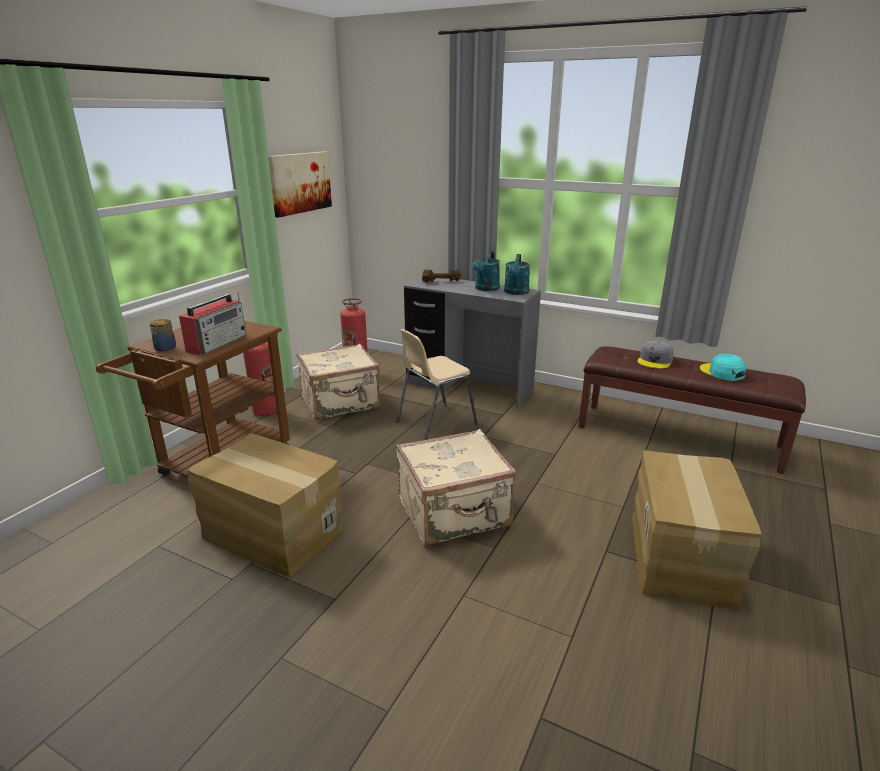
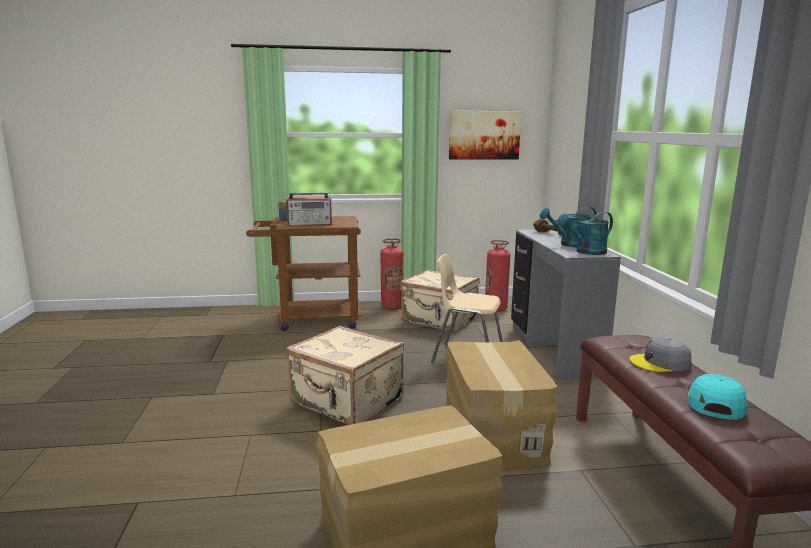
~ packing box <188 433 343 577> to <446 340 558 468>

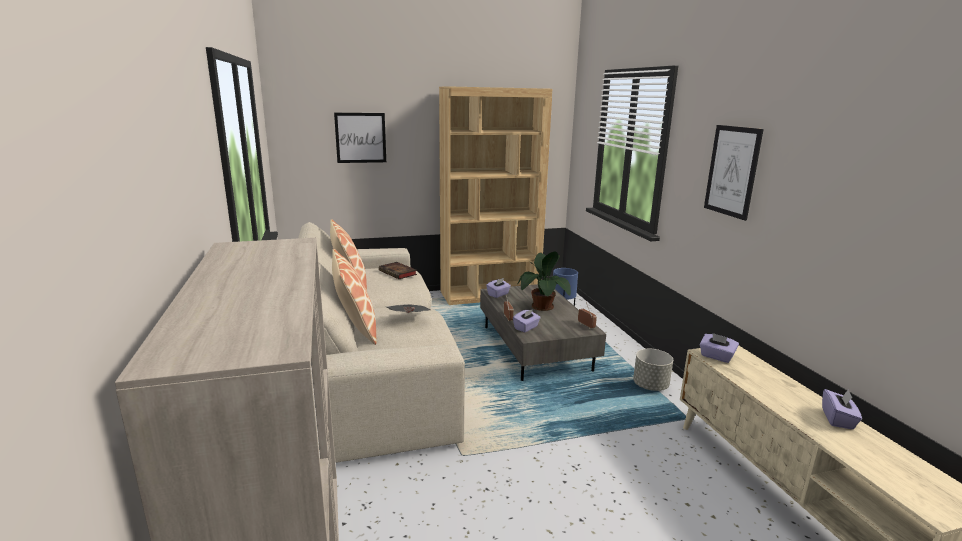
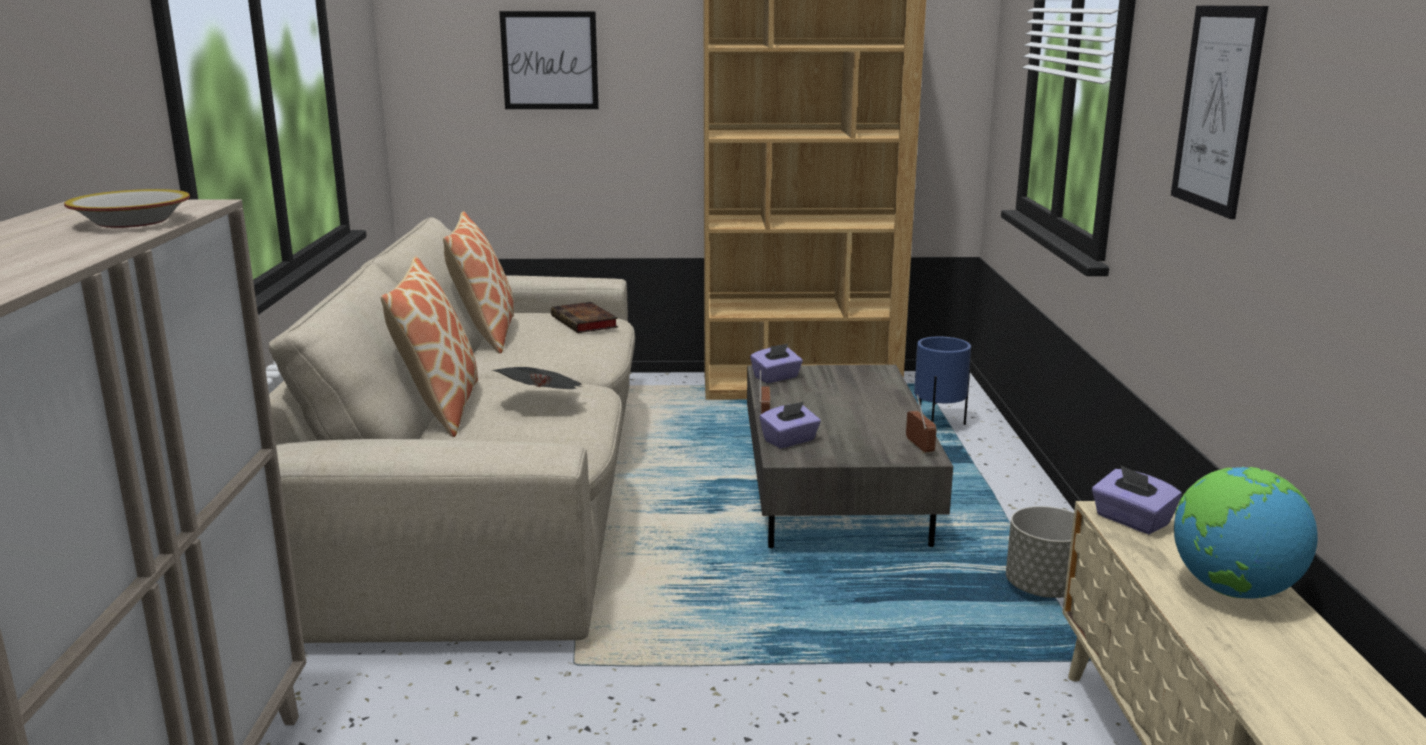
- houseplant <517 252 571 311>
- purplish box of tissues <822 389 862 429>
+ serving bowl <64 189 190 228>
+ desk globe <1174 467 1318 598>

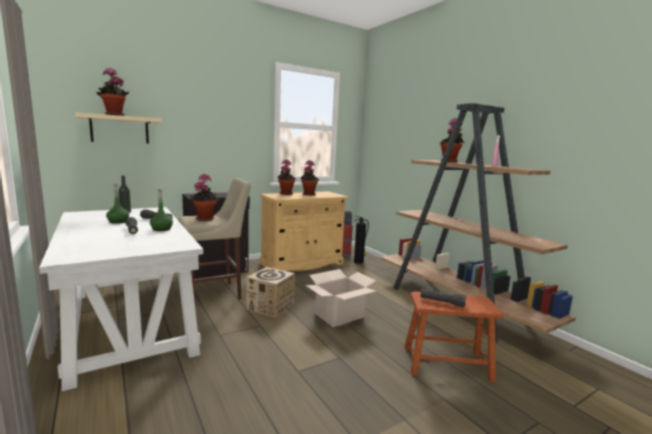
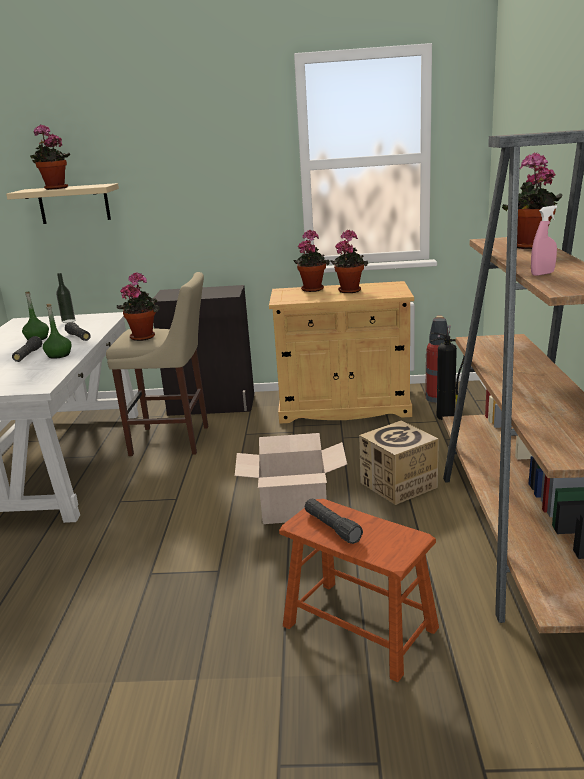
~ packing box <246 267 295 318> to <359 420 439 505>

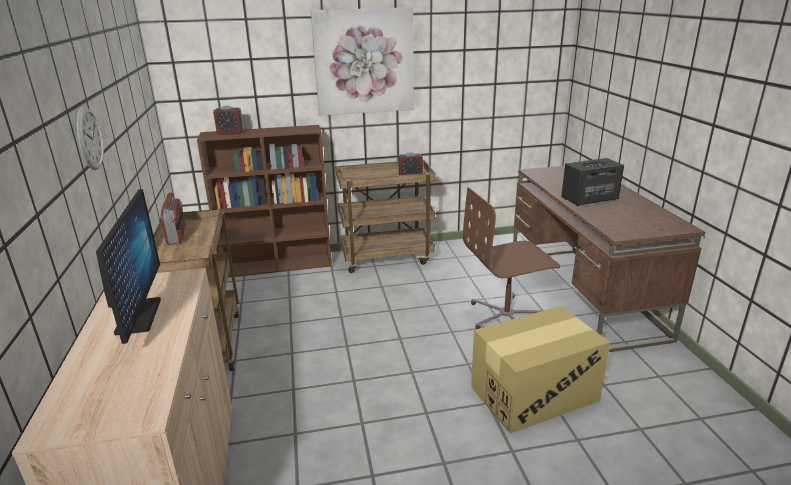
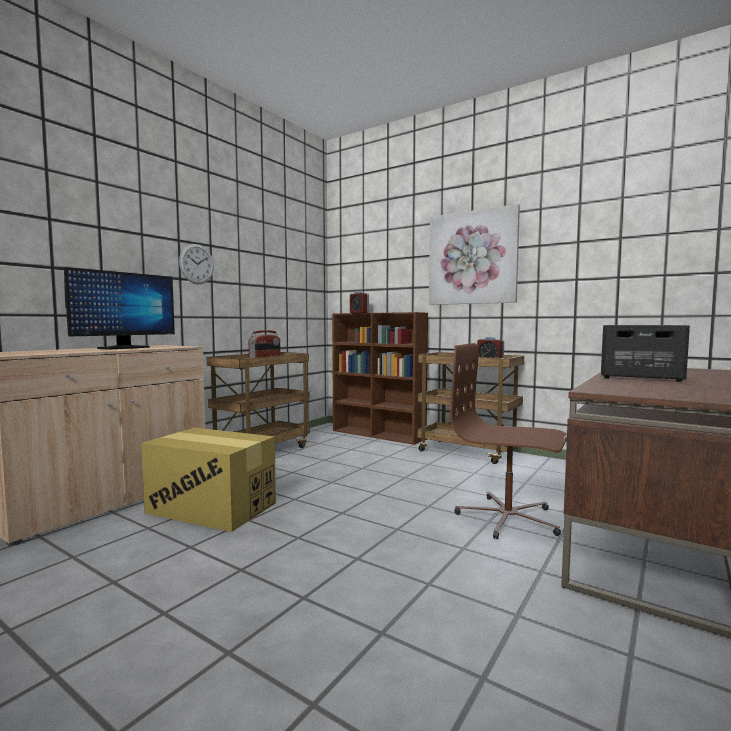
~ packing box <471 306 610 434> to <141 428 276 532>

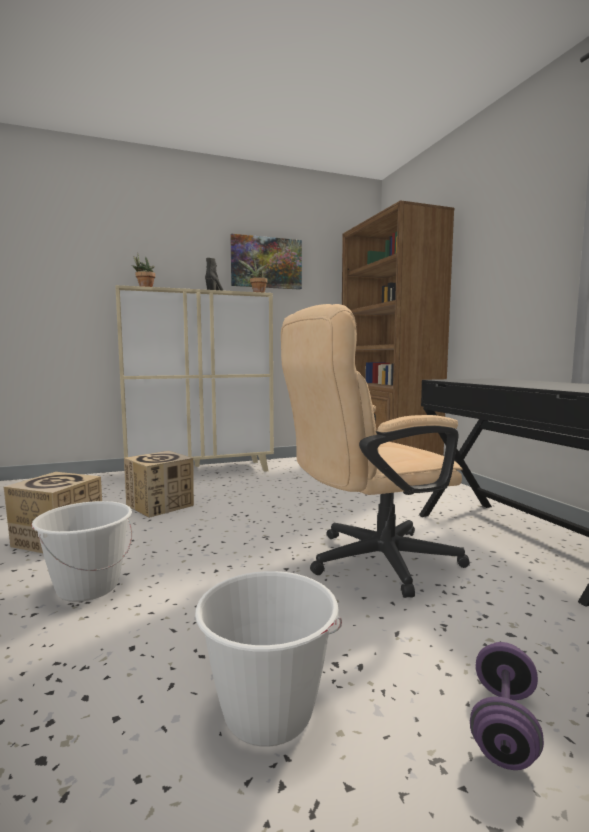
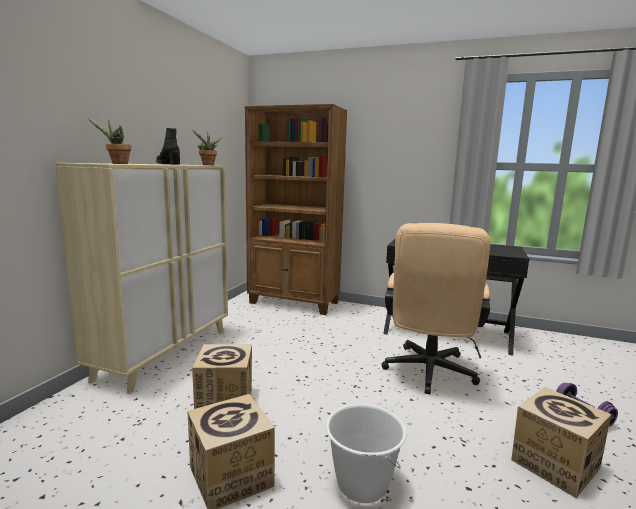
~ white-coloured water bucket <195 571 342 747> to packing box <511 387 611 498>
- picture <230 234 302 290>

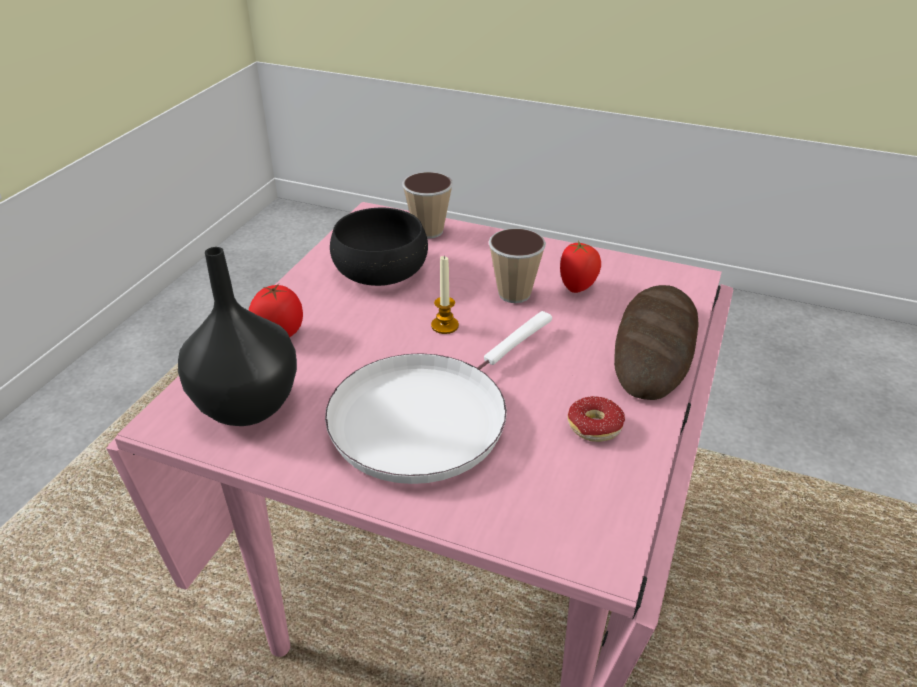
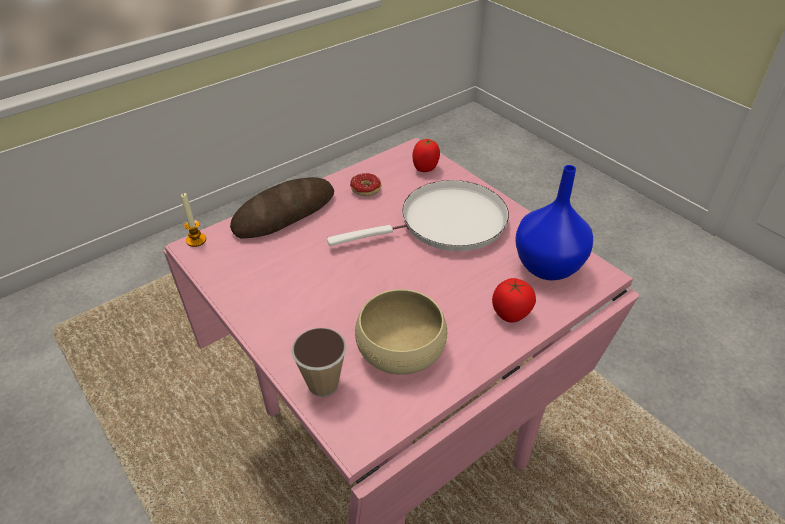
~ black-coloured vase <178 247 297 426> to blue vase <515 165 593 281>
~ black-coloured serving bowl <330 208 428 286> to beige-coloured serving bowl <355 289 447 375>
~ wax light <431 256 459 334> to <181 193 206 247>
- drinking cup <489 228 546 303>
~ whole tomato <560 241 601 293> to <413 139 440 172>

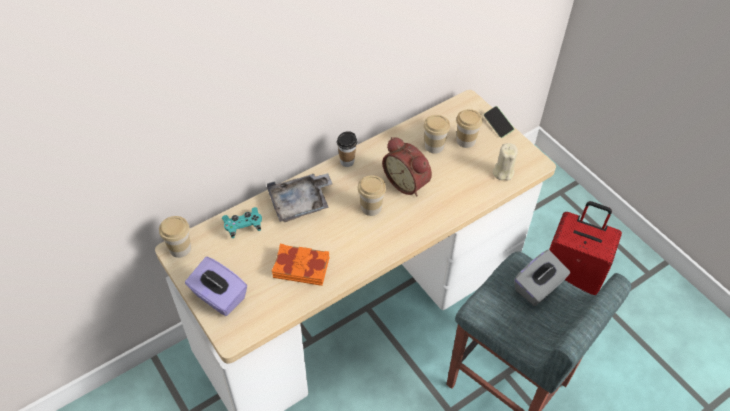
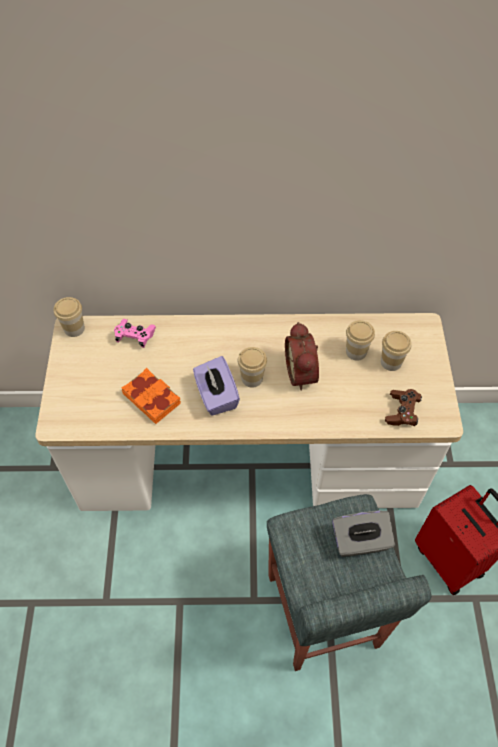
~ purplish box of tissues <185 257 247 316> to <193 356 240 416>
~ turquoise gamepad <222 207 262 238> to pink-coloured gamepad <114 319 156 348>
- gray serving tray <267 173 333 222>
- drinking cup <337 131 357 167>
- phone <484 106 514 138>
~ beige-coloured wax light <493 143 518 180> to brown-coloured gamepad <385 389 422 426>

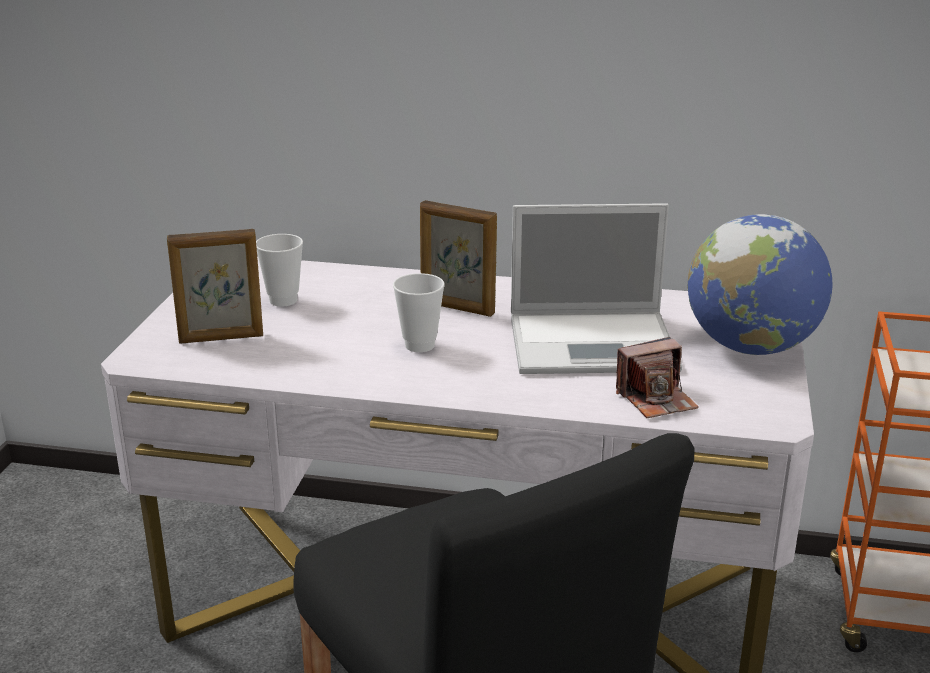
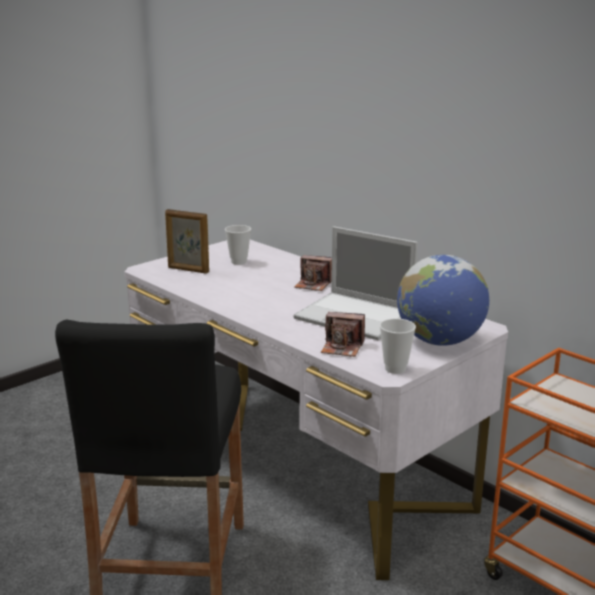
~ drinking cup <393 273 445 352> to <380 318 416 374>
~ photo frame <420 200 497 317> to photo camera <294 255 332 291>

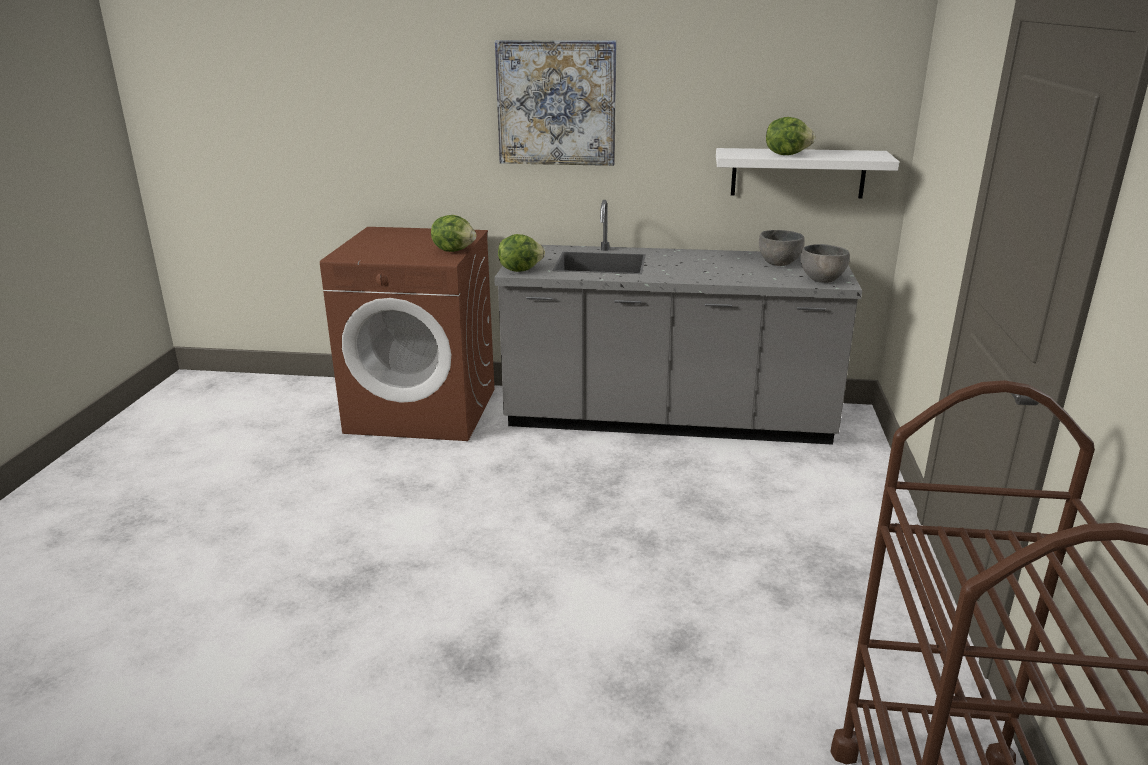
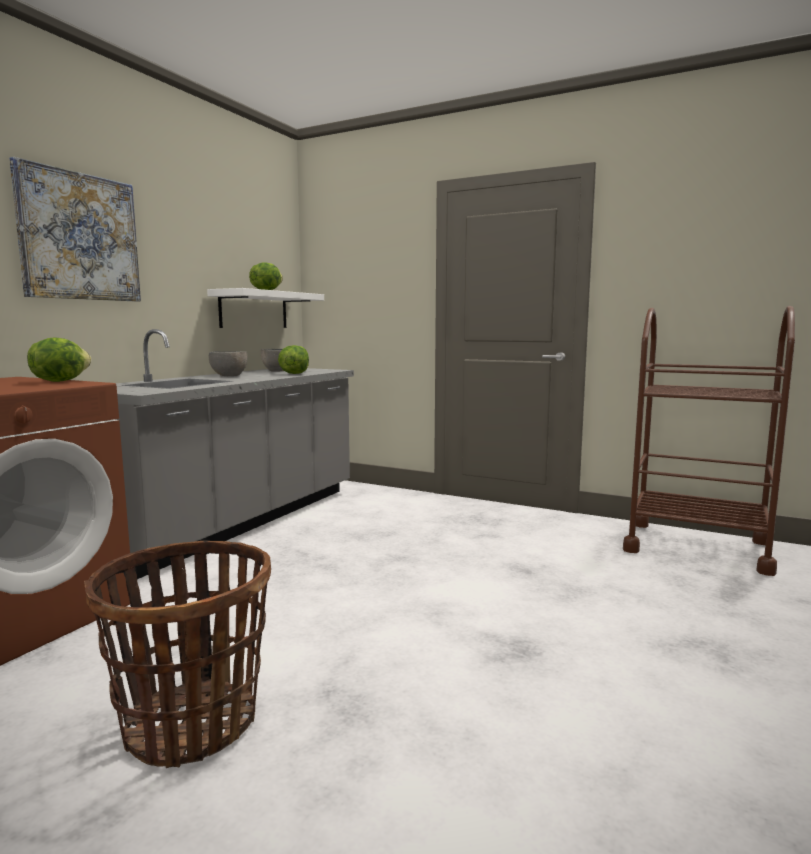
~ head of lettuce <498 234 545 272> to <278 345 309 374>
~ gray serving bowl <801 244 850 283> to <209 351 247 376>
+ storage basket <84 541 271 768>

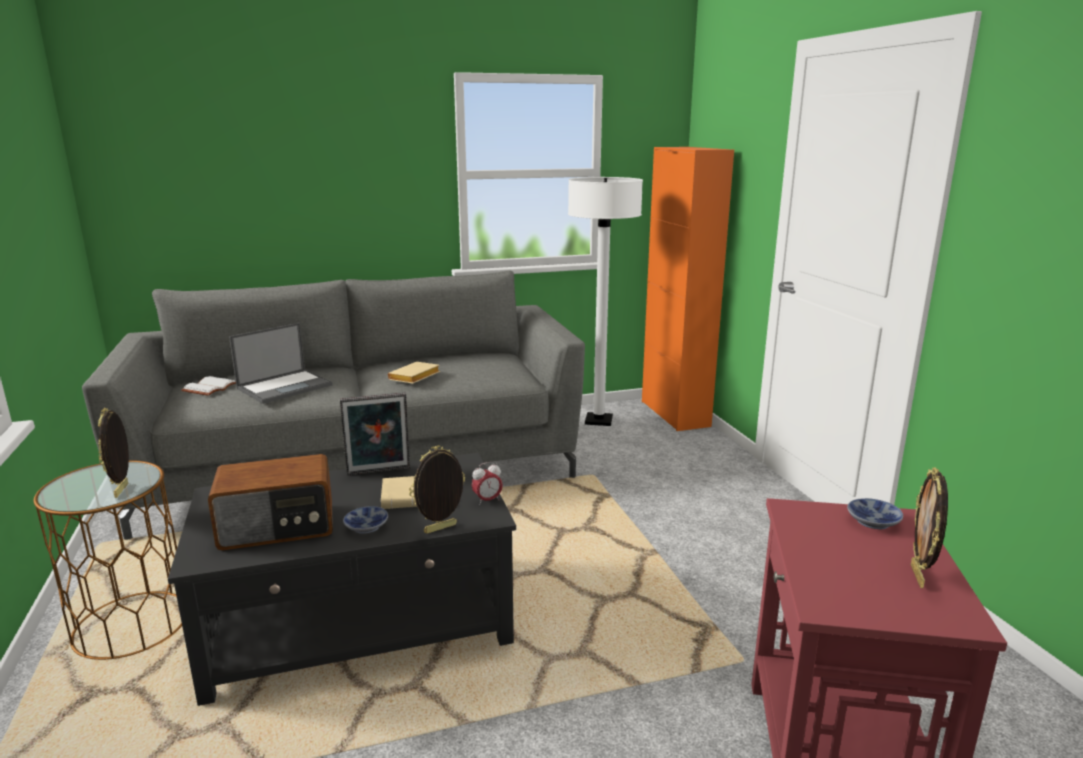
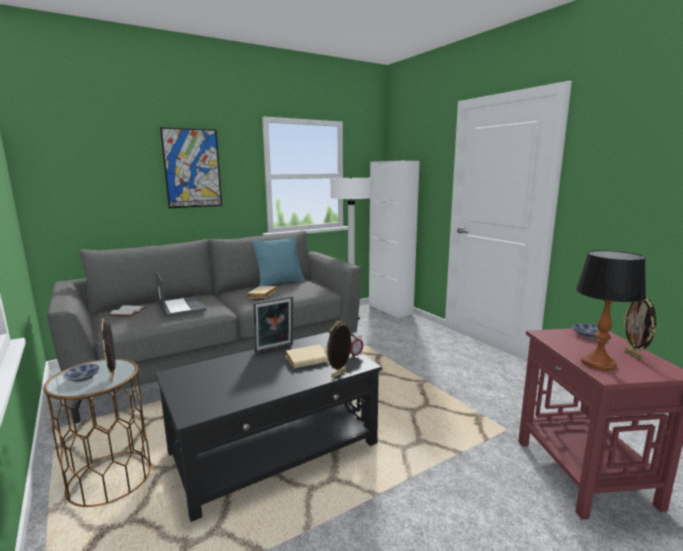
- radio <208 454 333 550>
~ notebook computer <229 323 332 404> = <155 270 206 317> 60 degrees counterclockwise
~ serving bowl <343 506 388 534> to <64 364 99 382>
~ orange storage cabinet <642 147 734 431> to white-coloured storage cabinet <369 161 420 318>
+ picture <160 127 222 208>
+ turquoise throw pillow <251 236 305 286>
+ table lamp <576 250 646 370>

